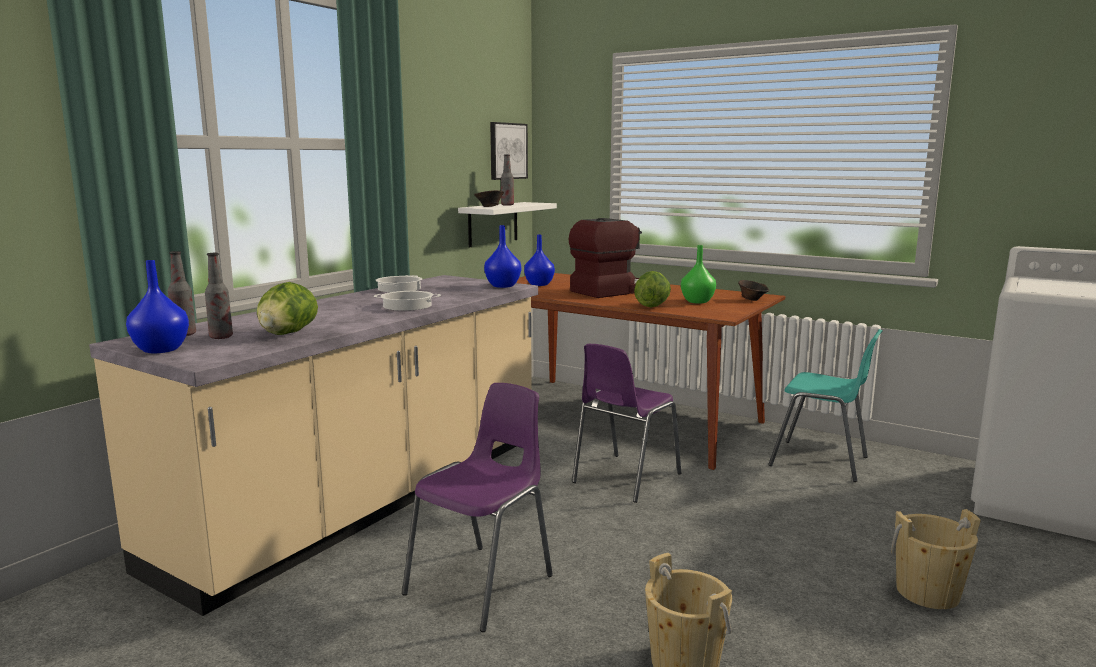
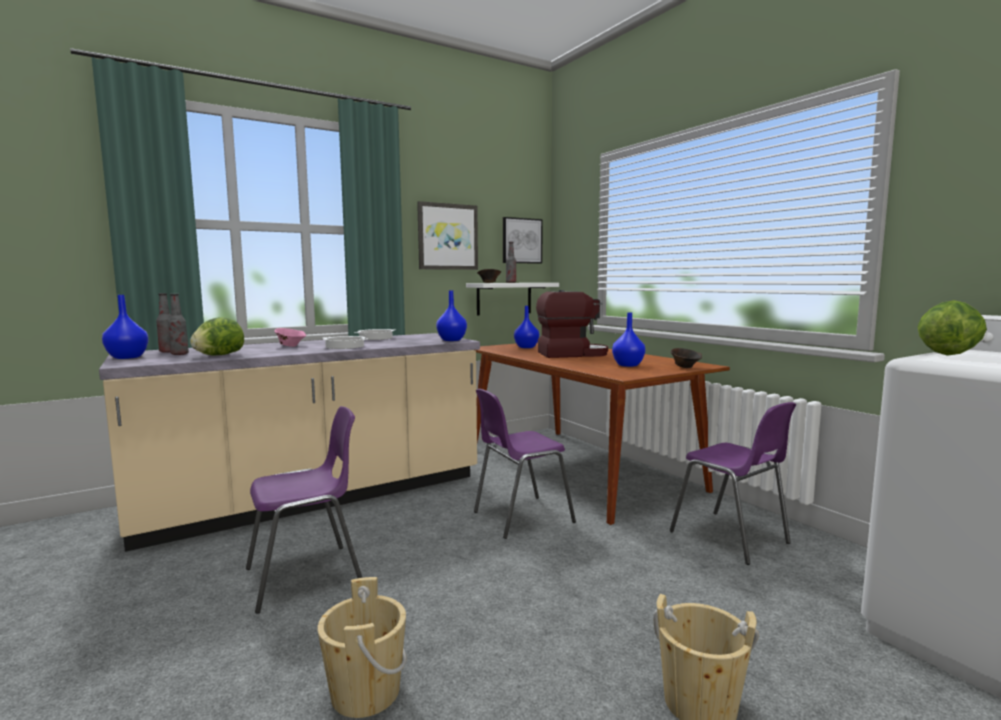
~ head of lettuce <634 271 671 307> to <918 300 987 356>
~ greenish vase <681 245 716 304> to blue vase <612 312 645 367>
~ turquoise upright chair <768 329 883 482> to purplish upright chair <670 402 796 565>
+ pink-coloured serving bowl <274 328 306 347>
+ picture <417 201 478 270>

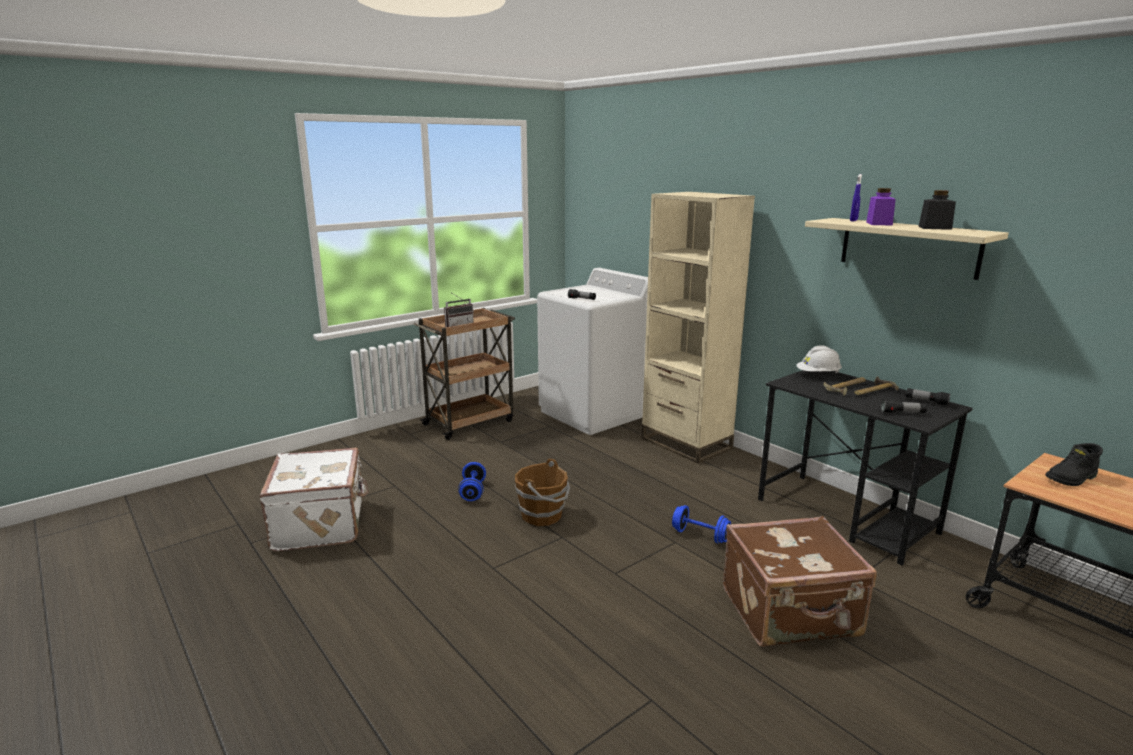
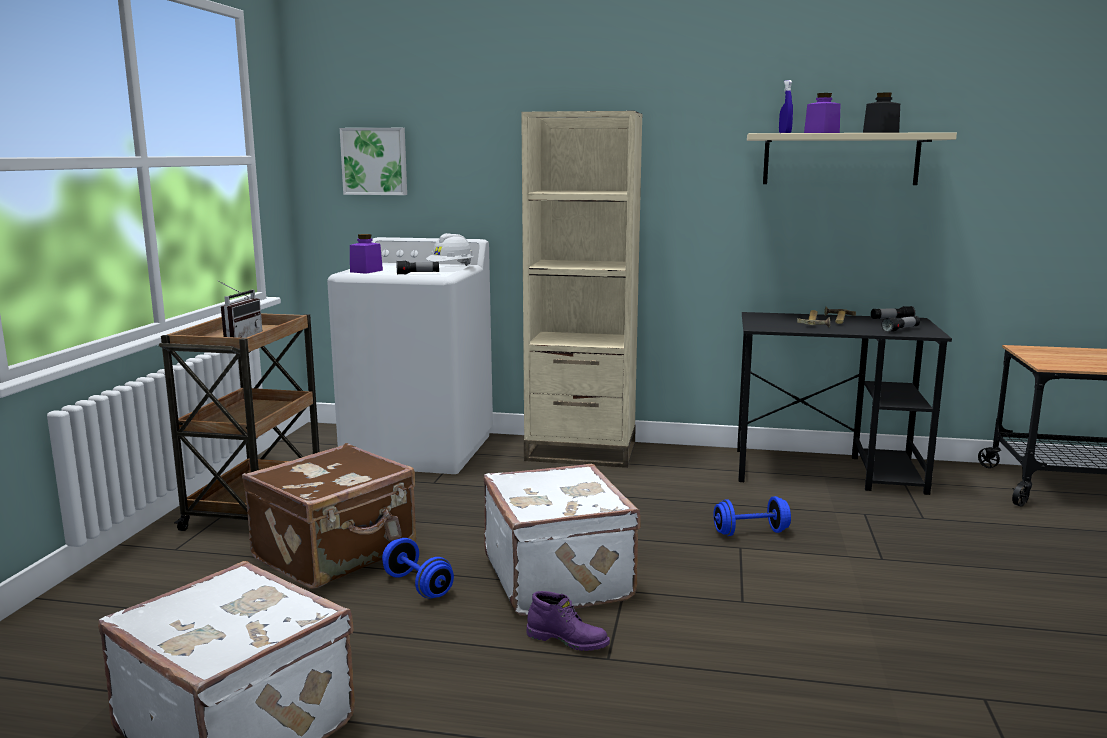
~ brown-coloured water bucket <515 459 570 526> to white-coloured piece of luggage <484 464 641 615>
~ brown-coloured piece of luggage <723 516 877 647> to <242 443 416 589>
~ white-coloured safety helmet <797 345 842 374> to <426 233 474 266>
- black-coloured boot <1045 443 1103 486>
+ picture <340 128 407 195>
+ purplish jar <350 234 383 274>
+ purplish boot <527 591 610 651>

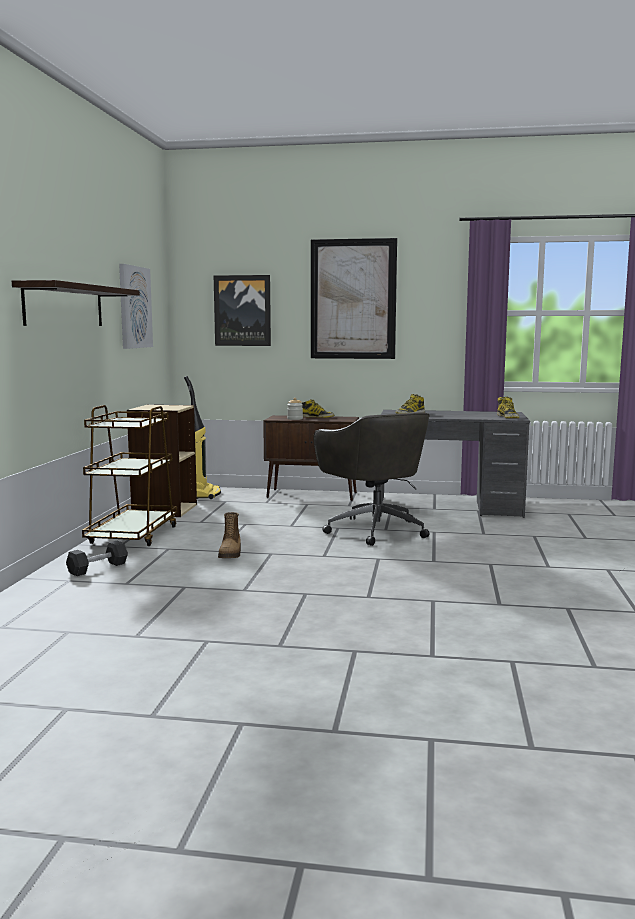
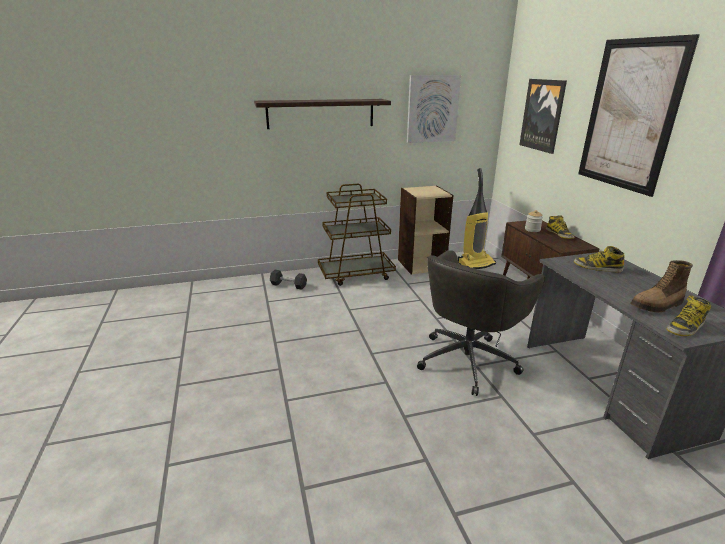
~ boot <218 512 241 558> to <631 260 693 312>

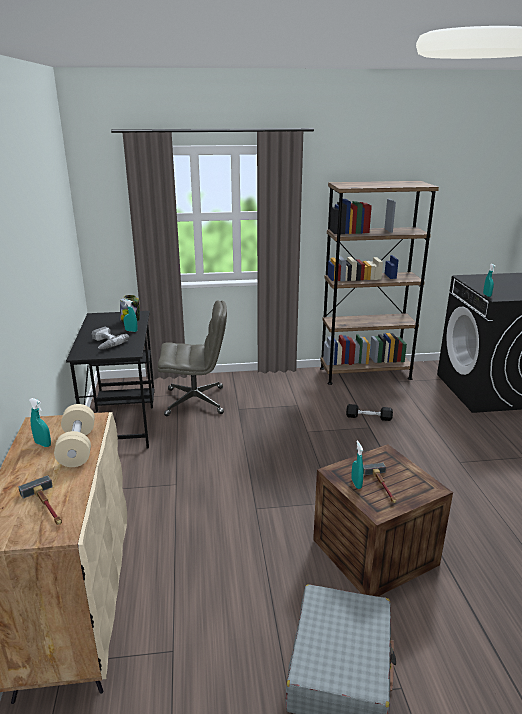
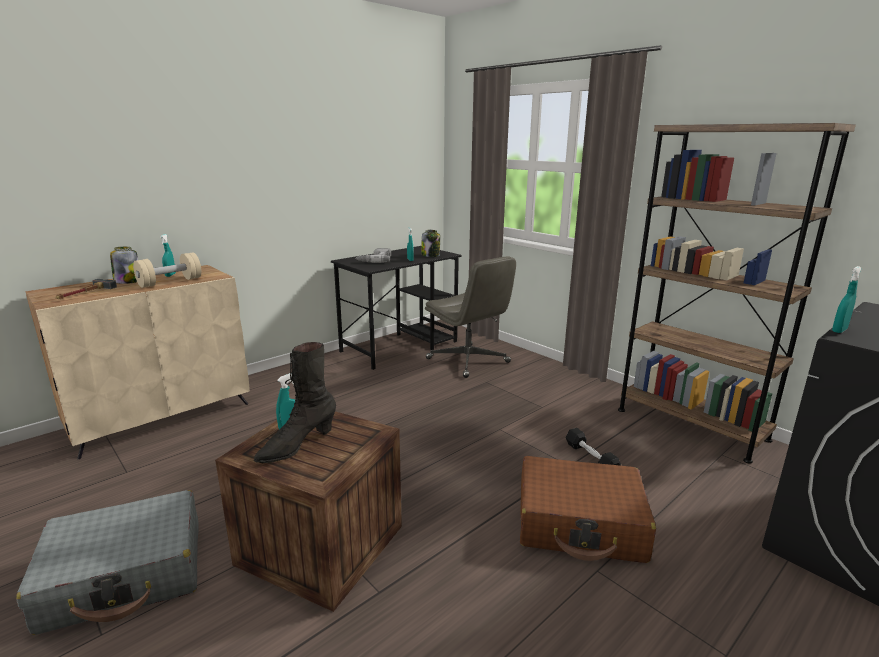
~ hand hammer <363 463 396 503> to black-coloured boot <253 342 336 463>
+ jar <110 247 138 284>
+ brown-coloured piece of luggage <520 456 656 563>

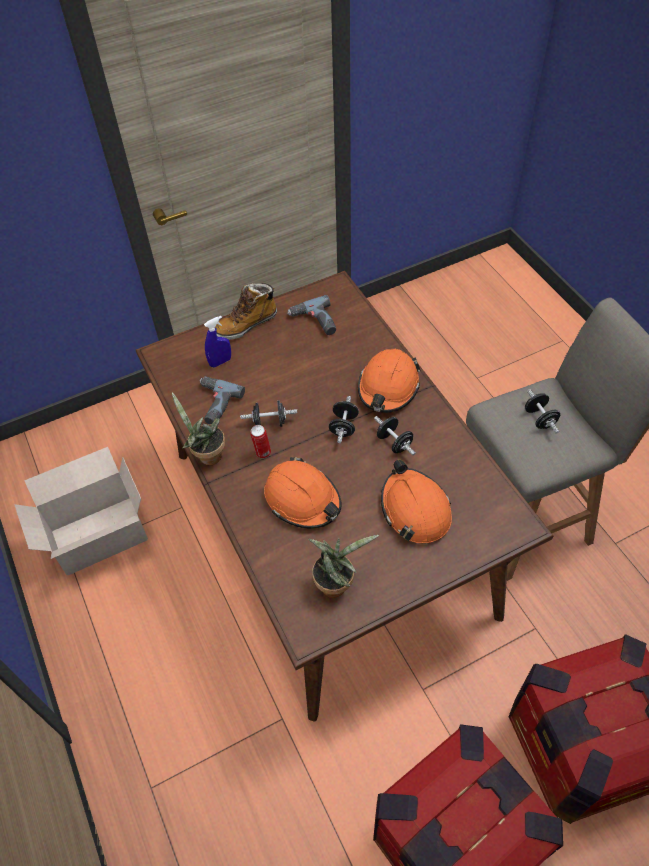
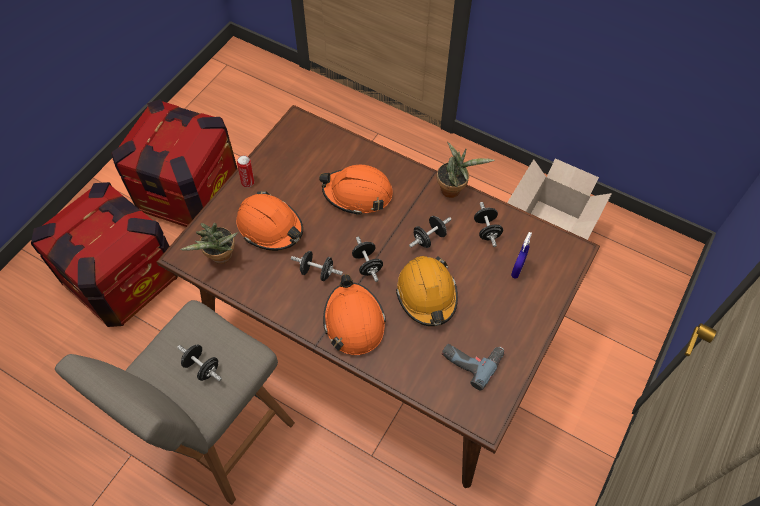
~ electric drill <199 376 245 424> to black-coloured free weight <474 202 503 247>
- boot <215 283 277 340>
~ sealed can <250 425 271 458> to <237 155 254 188>
~ houseplant <308 535 379 598> to <180 223 238 264>
+ orange safety helmet <396 256 458 326>

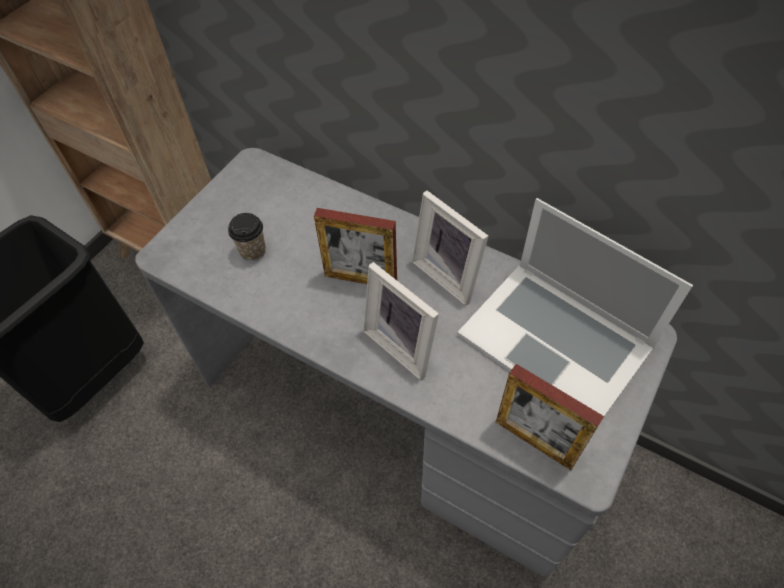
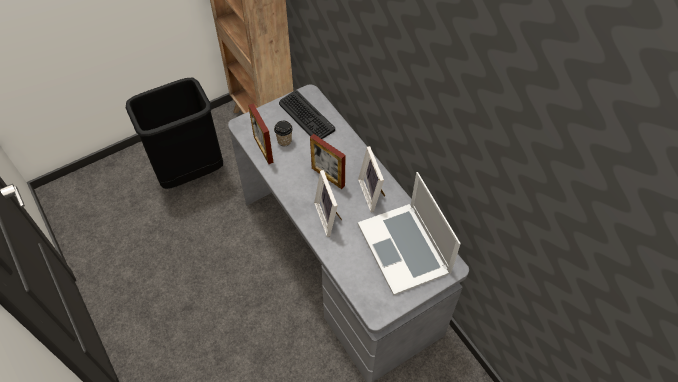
~ photo frame <496 364 604 470> to <248 103 274 164>
+ keyboard <279 90 335 139>

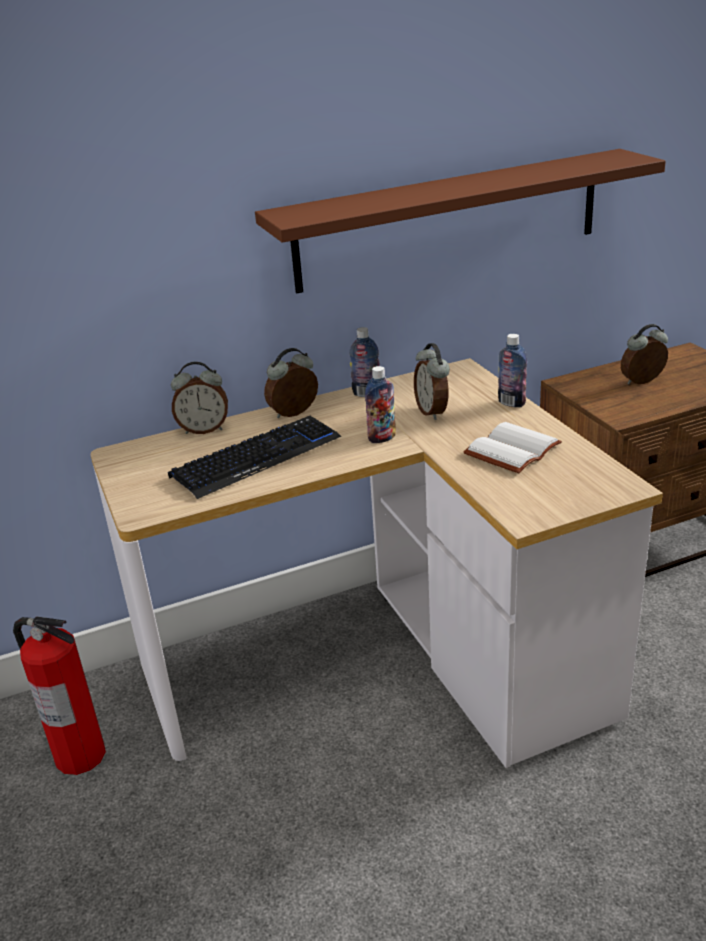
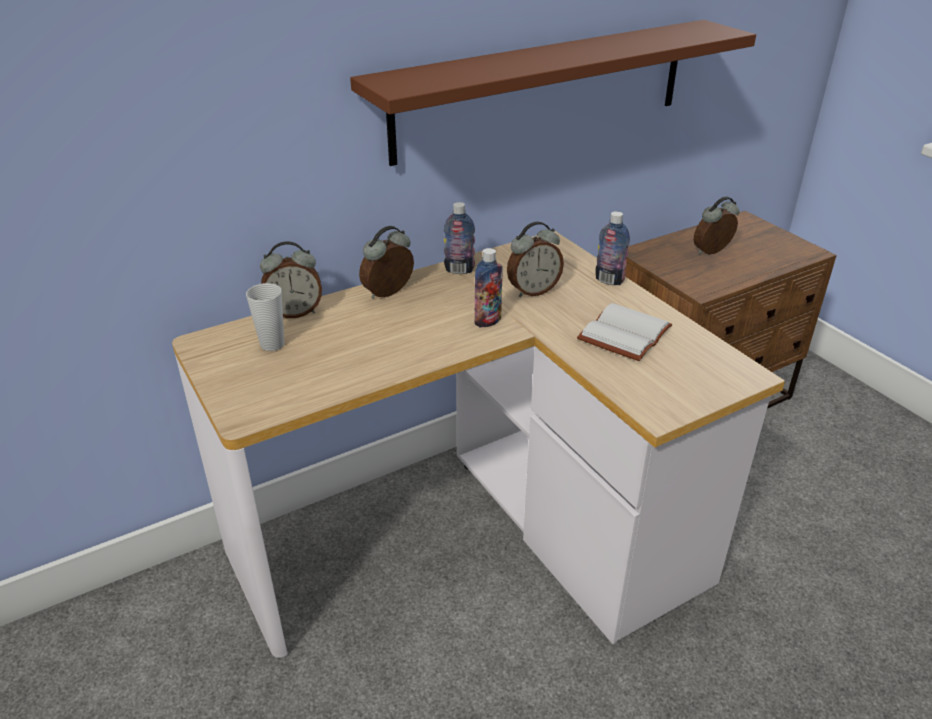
- extinguisher <13 616 106 775>
- keyboard <168 416 341 499>
~ alarm clock <414 343 450 420> = <507 222 564 297> 90 degrees counterclockwise
+ drinking cup <246 283 284 351>

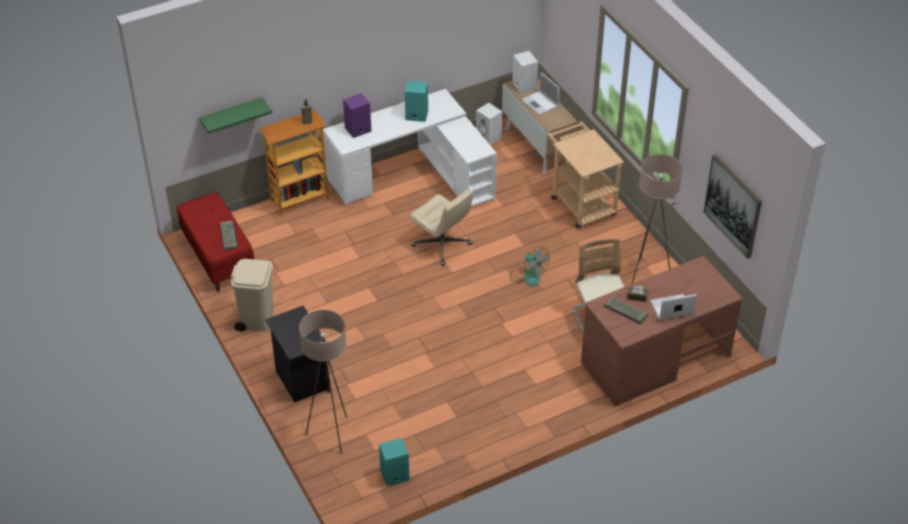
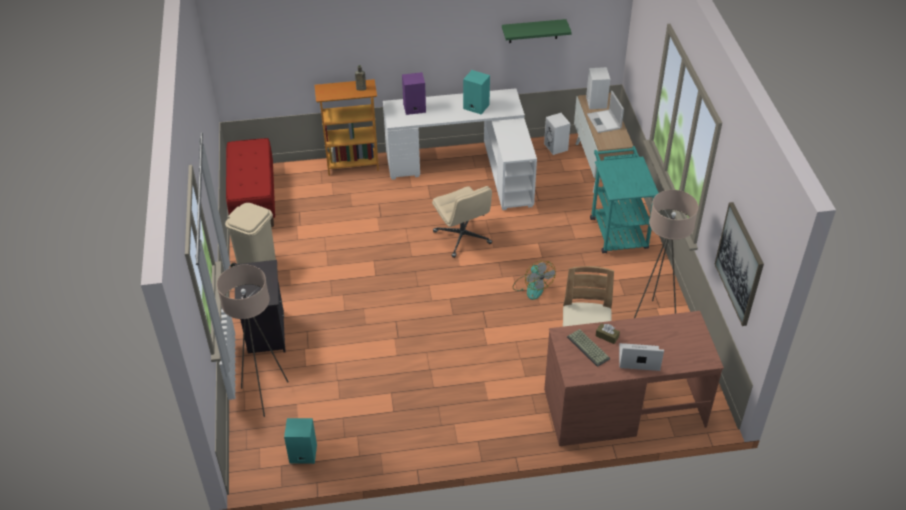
~ greenish bracket shelf <199 97 272 134> to <502 19 572 43>
- keyboard <220 221 238 250>
~ beige-coloured trolley <547 121 624 228> to turquoise trolley <590 146 659 253>

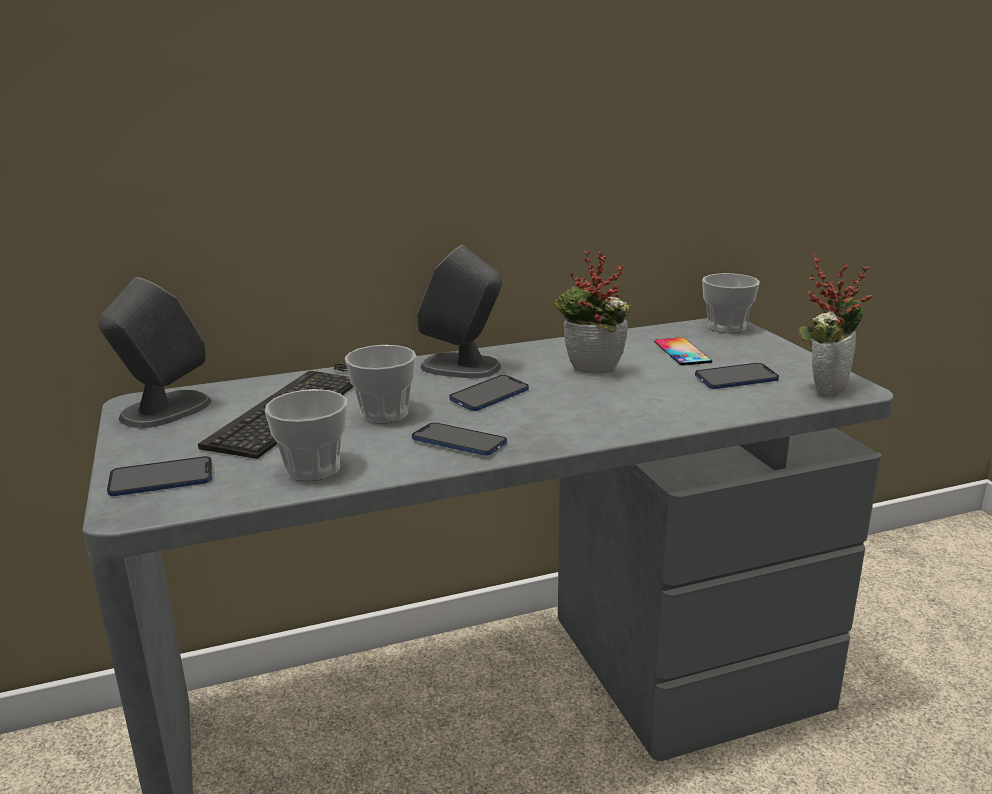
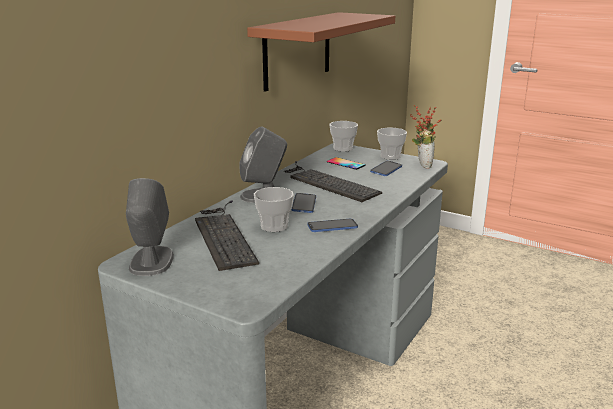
- phone <107 456 212 496>
~ drinking cup <265 389 347 481> to <377 128 407 160>
~ houseplant <554 251 631 373> to keyboard <284 161 382 202>
+ brown-coloured bracket shelf <247 12 395 92>

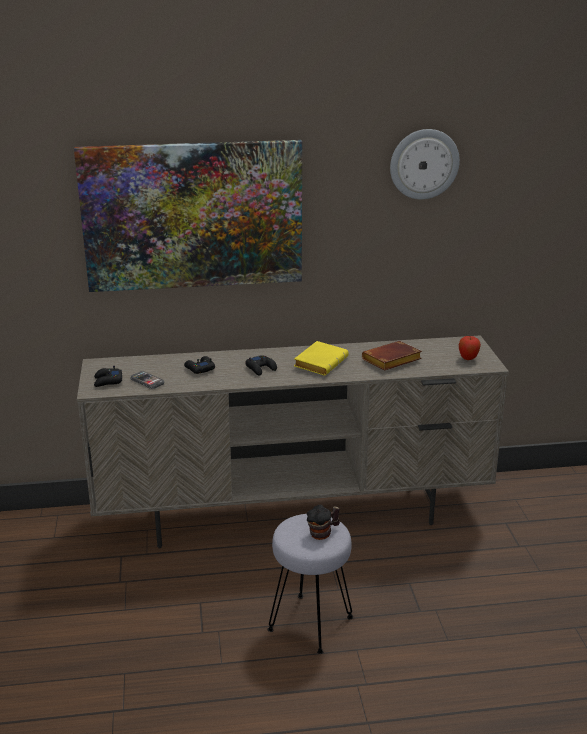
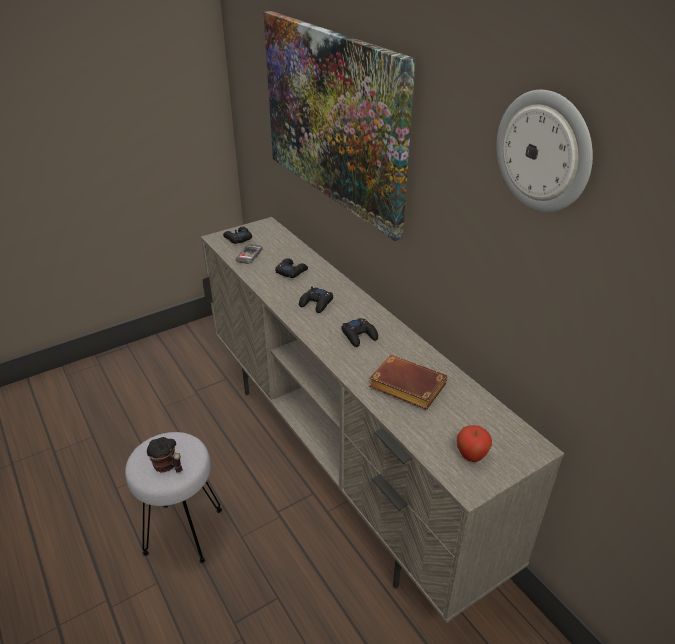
~ yellow volume <294 341 349 376> to black-coloured gamepad <342 318 378 347>

